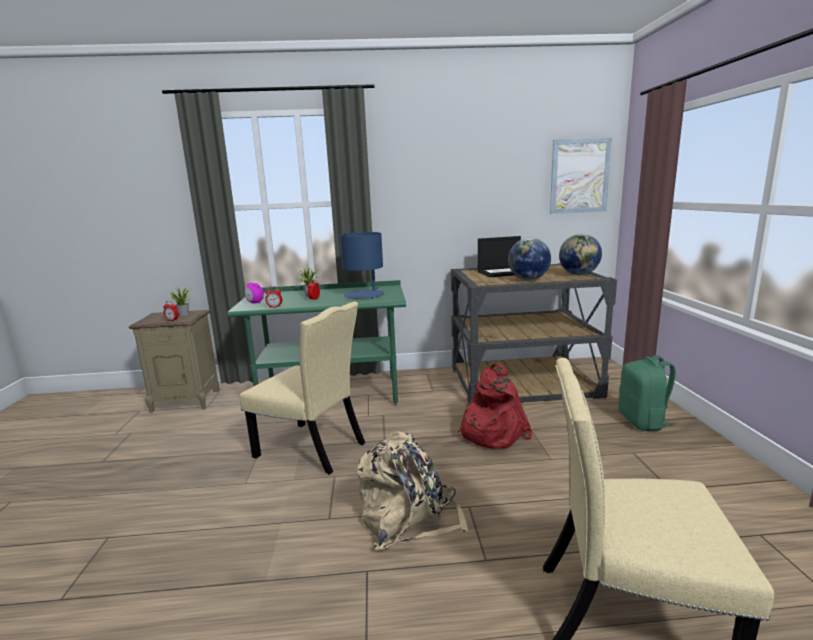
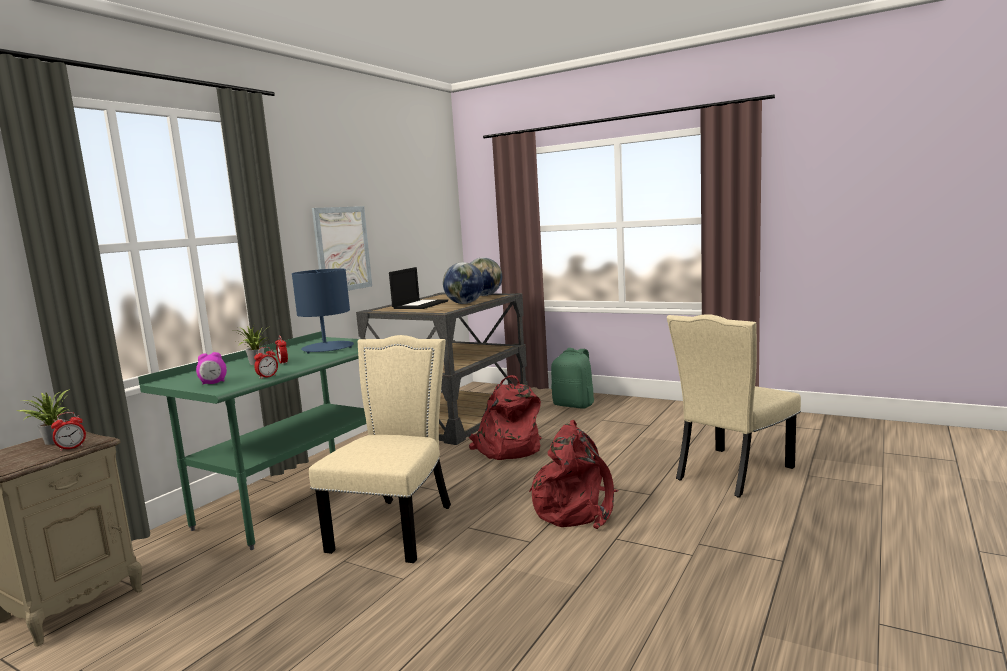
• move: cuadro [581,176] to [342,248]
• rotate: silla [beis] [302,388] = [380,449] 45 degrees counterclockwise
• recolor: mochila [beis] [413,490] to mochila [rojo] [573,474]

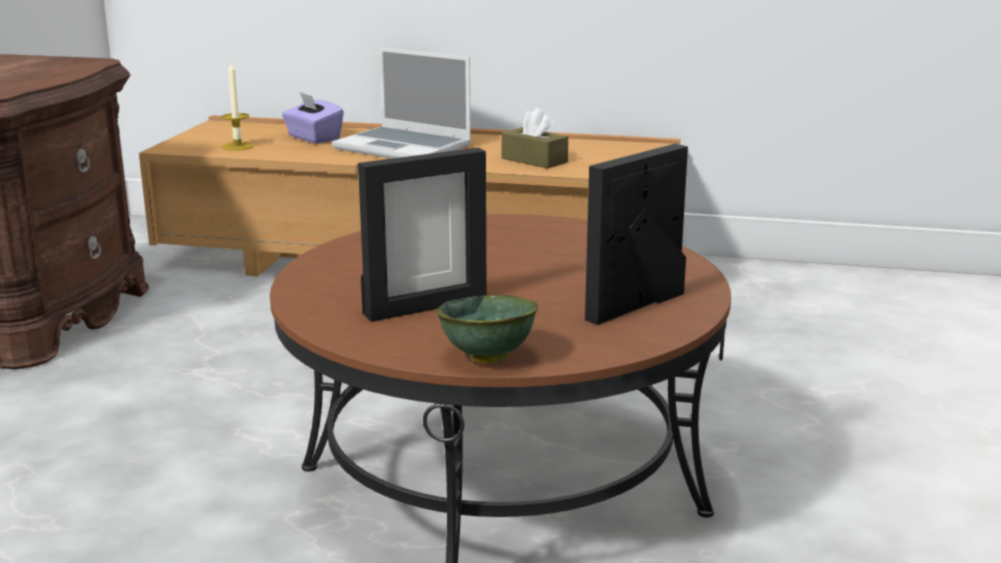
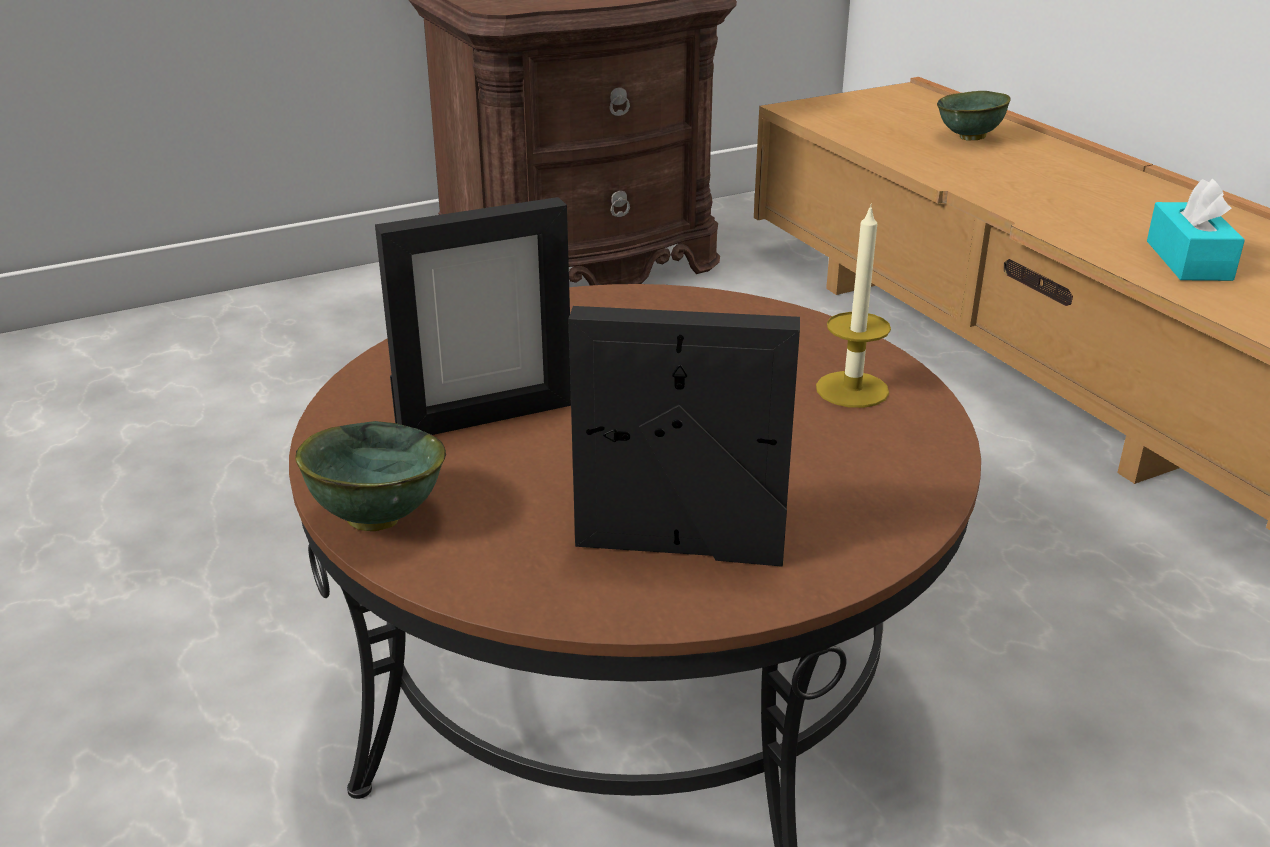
• delete: portátil [402,103]
• move: vela [238,106] to [853,306]
• replace: caja de pañuelos [morado] [313,118] to cuenco [verde] [974,115]
• recolor: caja de pañuelos [marrón] [534,138] to caja de pañuelos [turquesa] [1196,230]
• rotate: portarretratos [422,235] = [473,316] 45 degrees counterclockwise

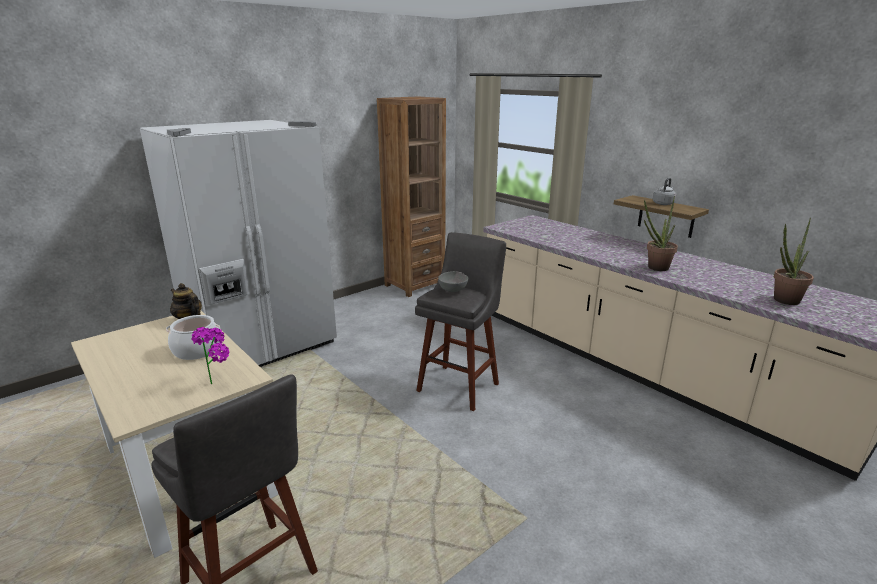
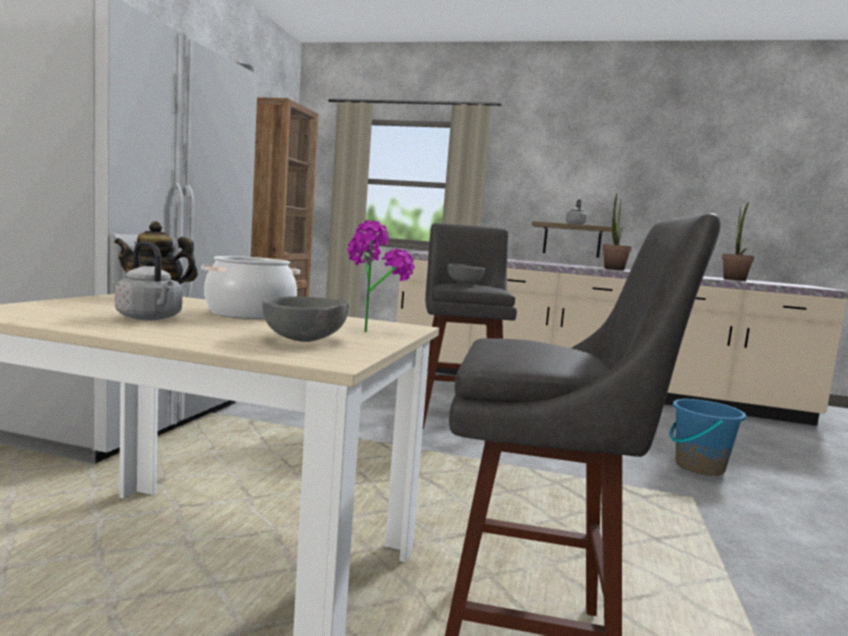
• insert: hervidor [gris] [148,280]
• insert: cuenco [gris] [305,319]
• insert: cubo [azul] [707,437]

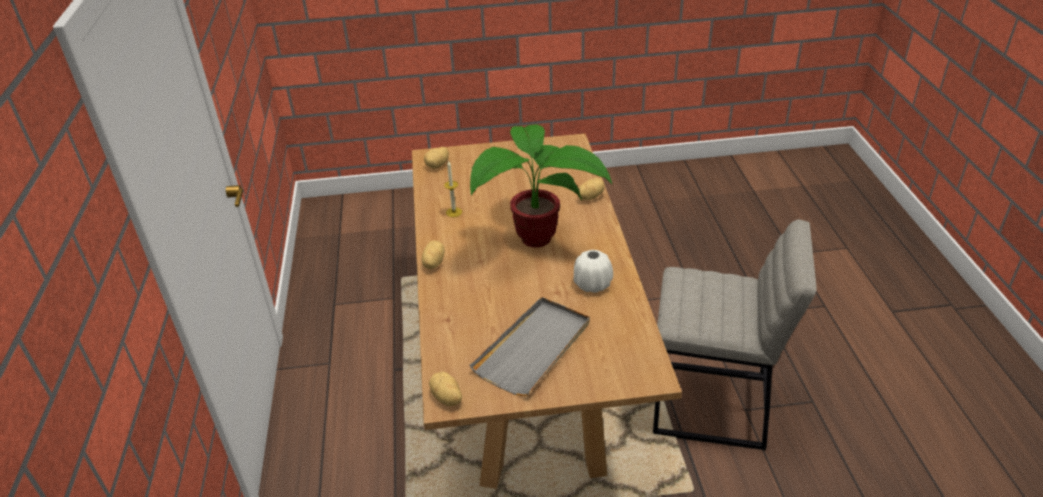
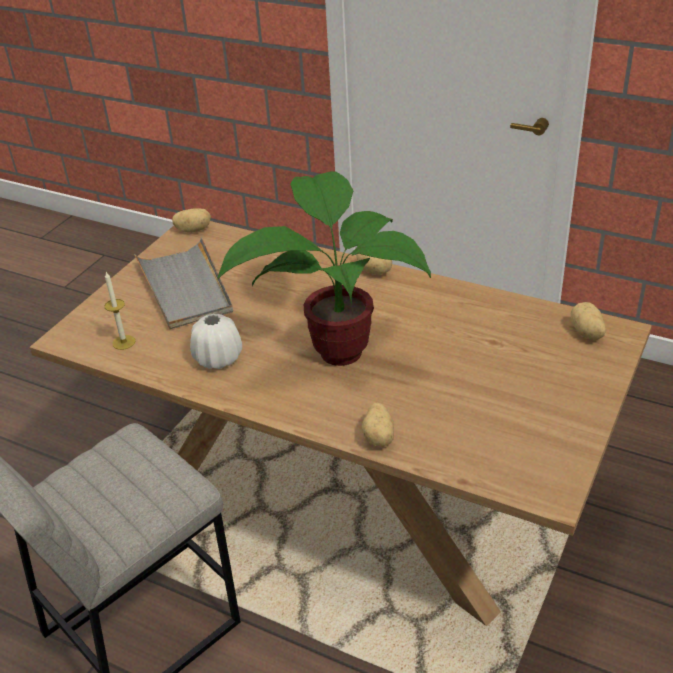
• move: vela [453,189] to [120,311]

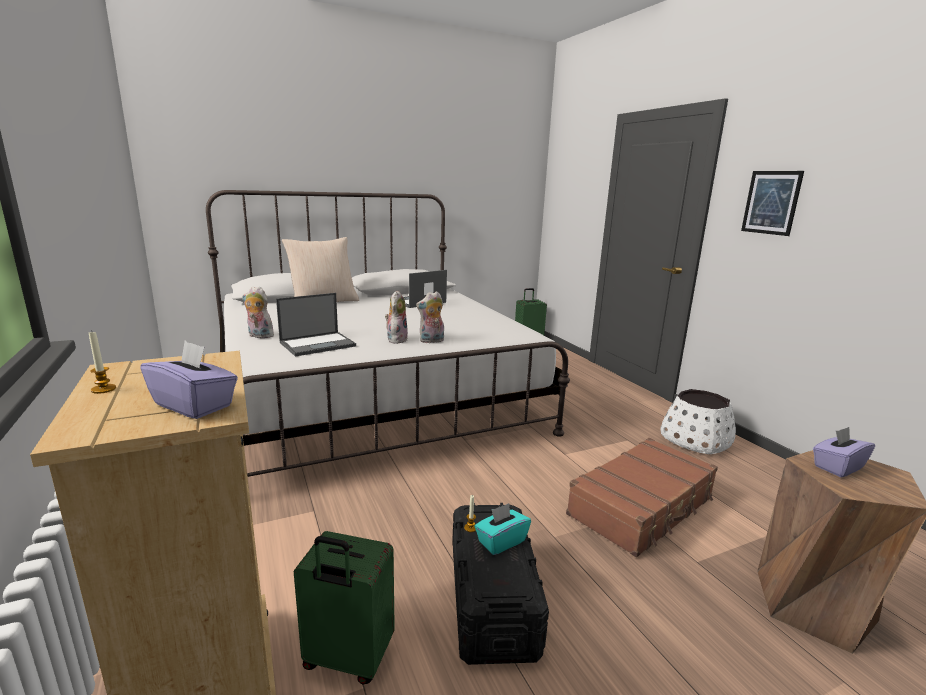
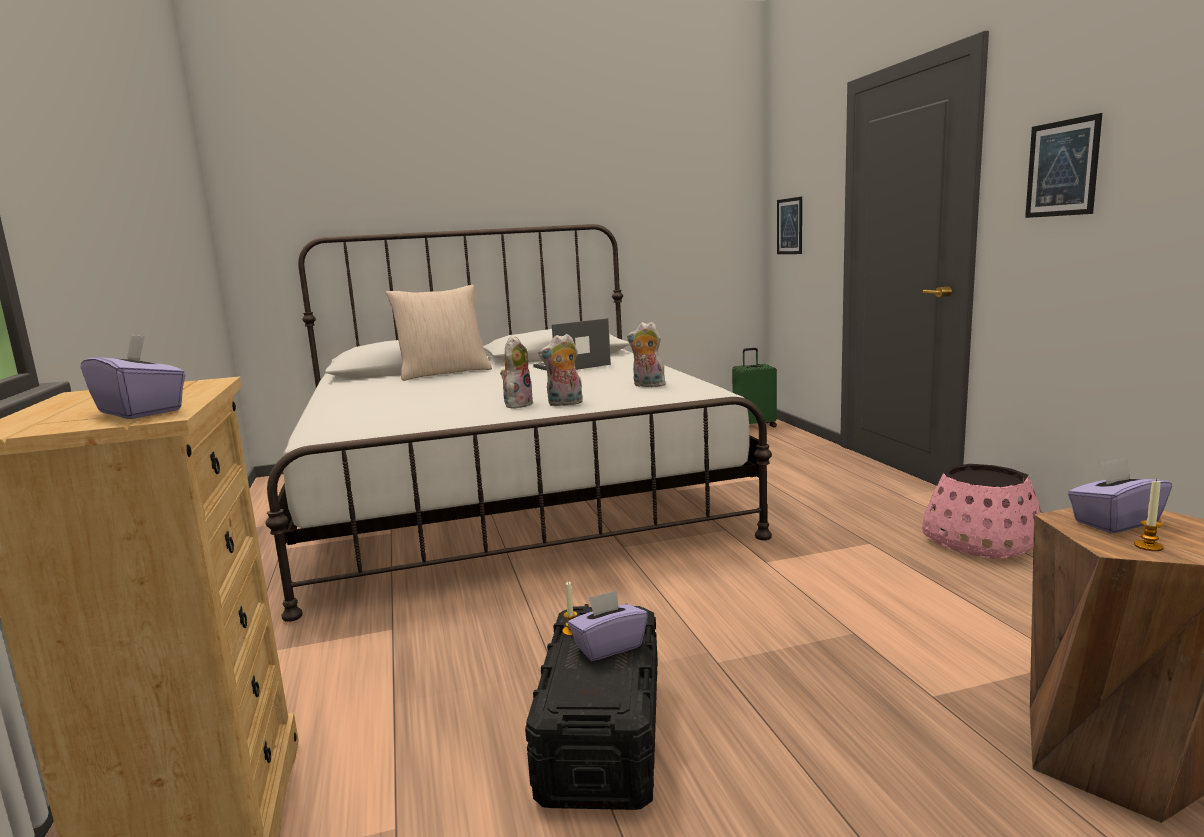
• move: peluche [258,312] to [646,354]
• delete: portátil [316,325]
• move: vela [102,363] to [1149,515]
• recolor: maceta [blanco] [698,421] to maceta [rosa] [982,511]
• delete: maleta [marrón] [642,497]
• recolor: caja de pañuelos [turquesa] [502,529] to caja de pañuelos [morado] [608,625]
• delete: maleta [verde] [344,607]
• insert: cuadro [789,225]

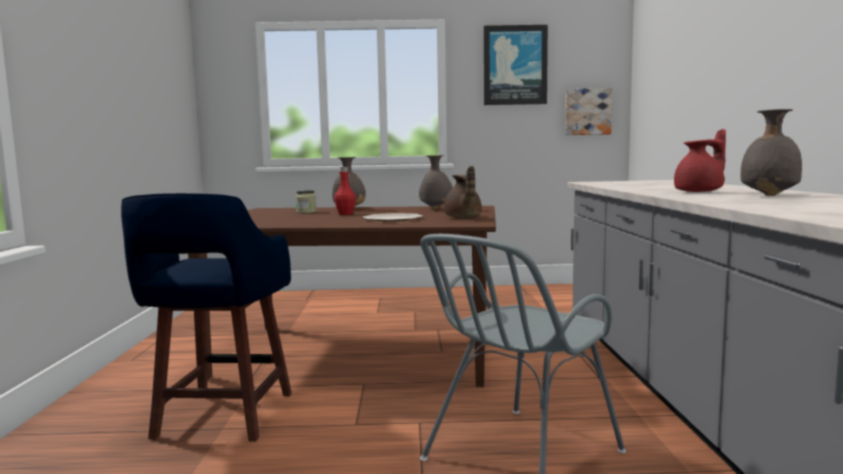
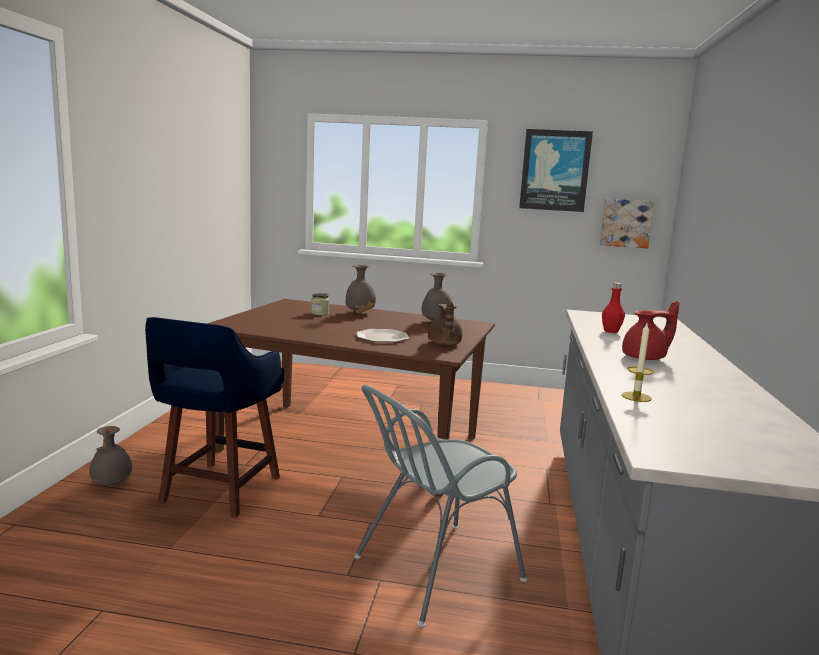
• move: florero [gris] [771,152] to [111,456]
• move: botella [rojo] [345,191] to [613,308]
• insert: vela [637,362]

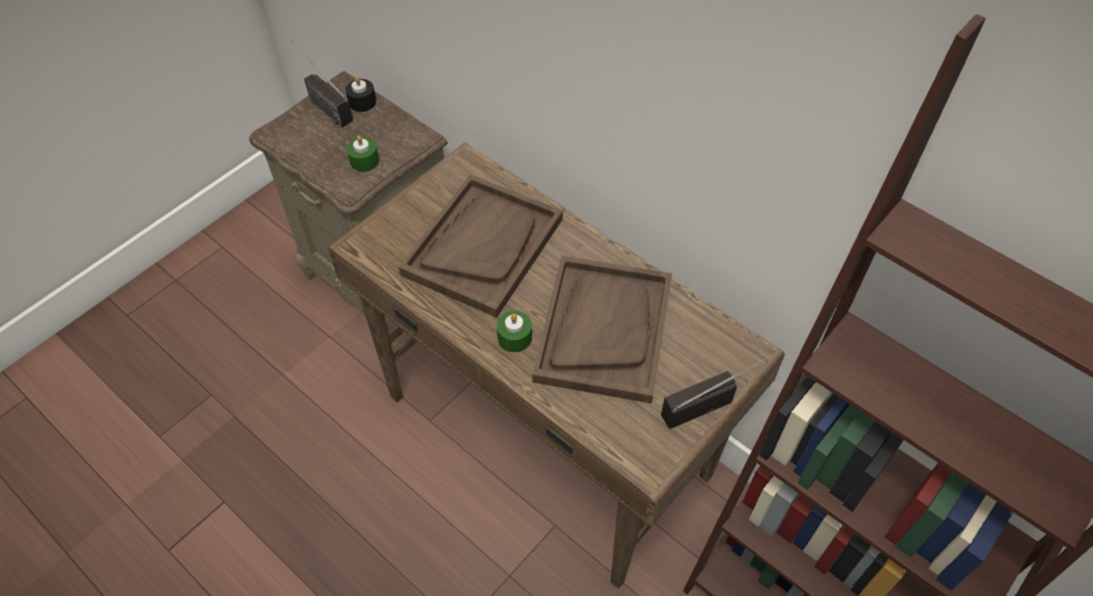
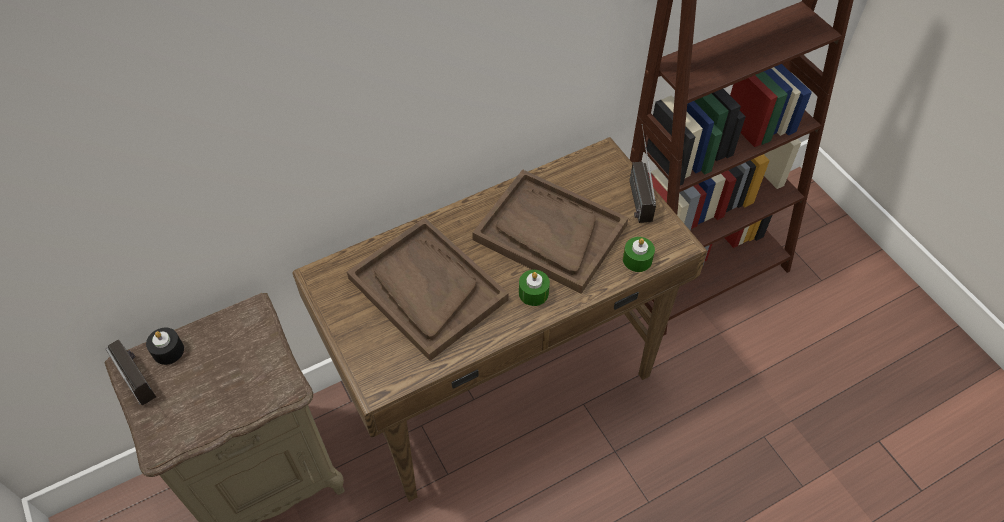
• rotate: radio [322,84] = [130,372] 105 degrees counterclockwise
• move: vela [verde] [363,154] to [639,254]

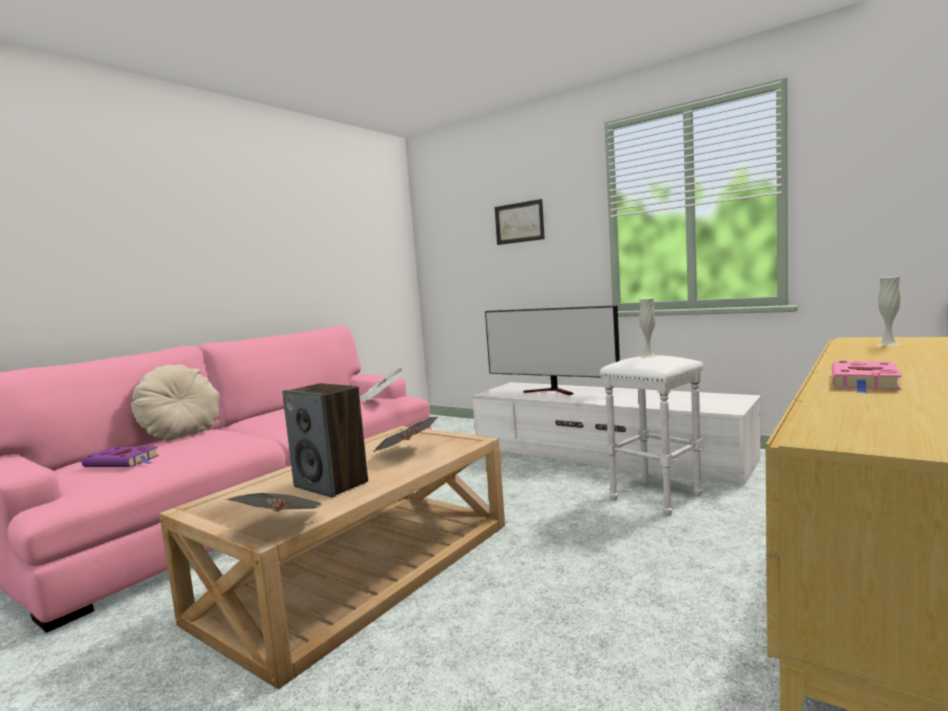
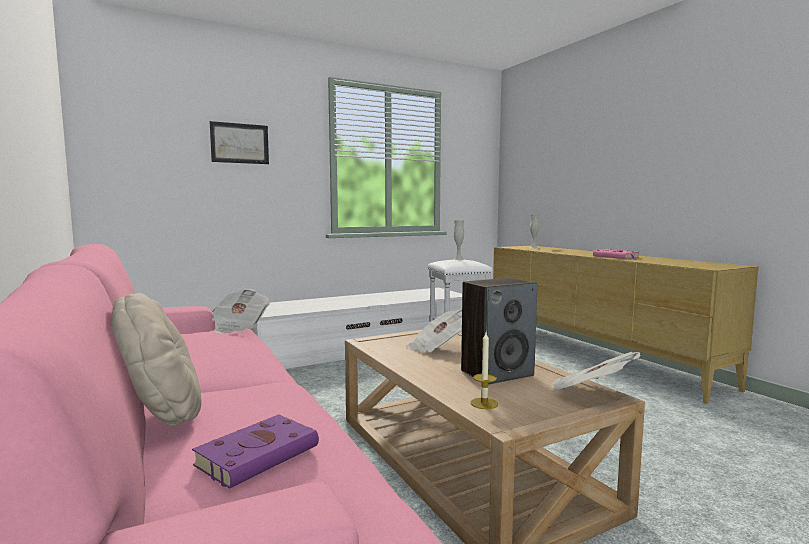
• delete: televisor [552,350]
• insert: vela [484,371]

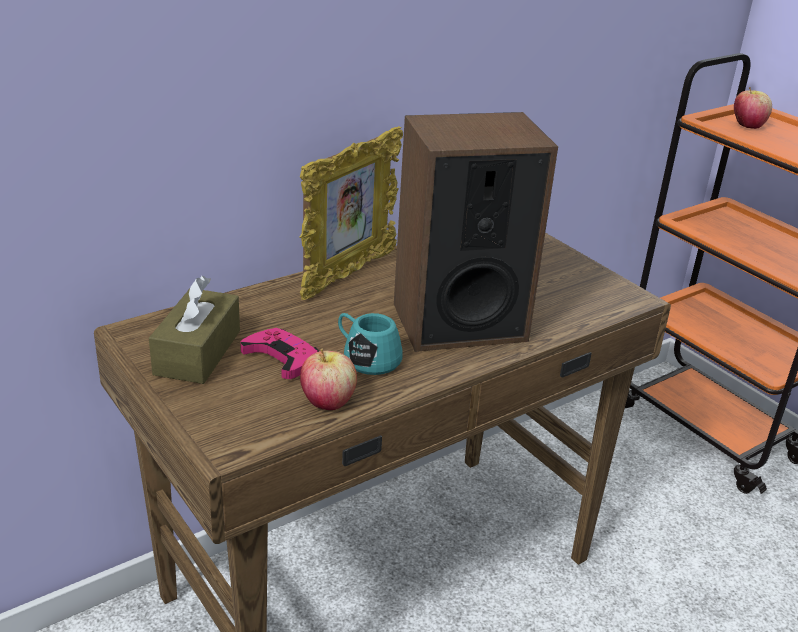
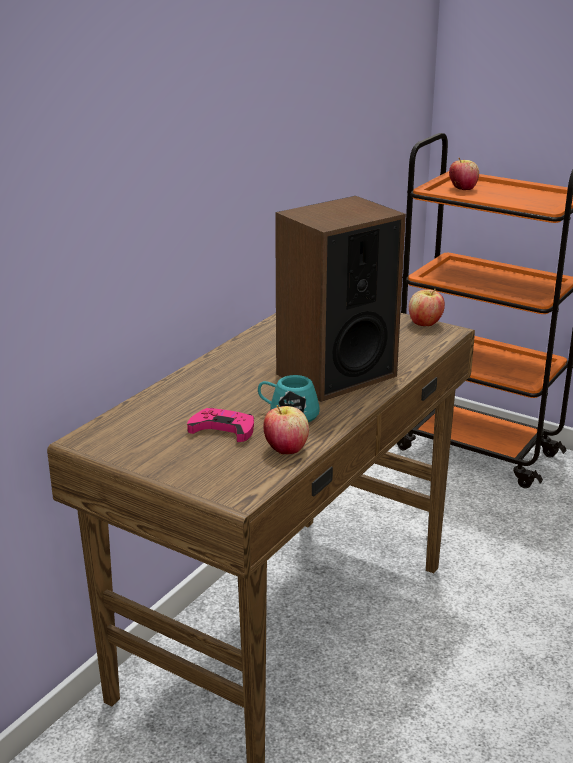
• delete: portarretratos [351,213]
• delete: caja de pañuelos [marrón] [194,330]
• insert: manzana [427,307]

